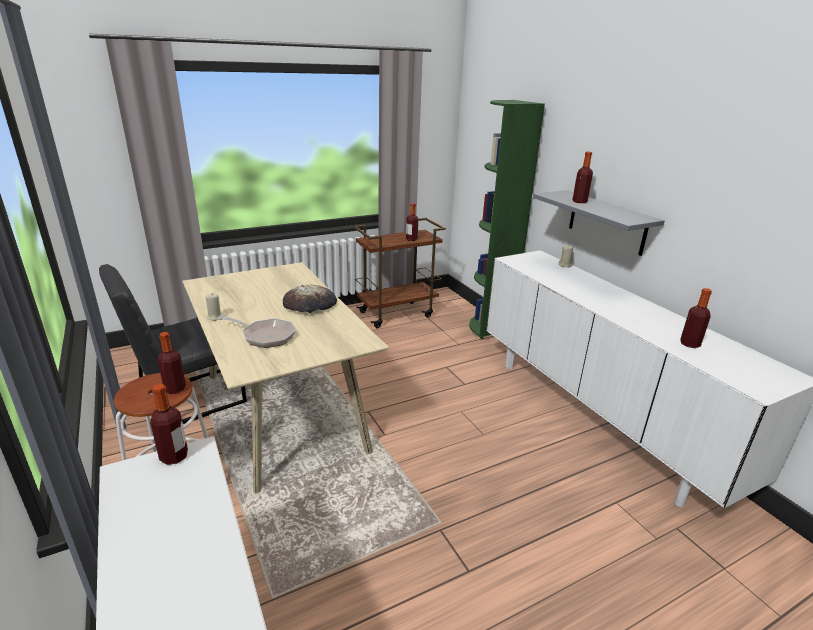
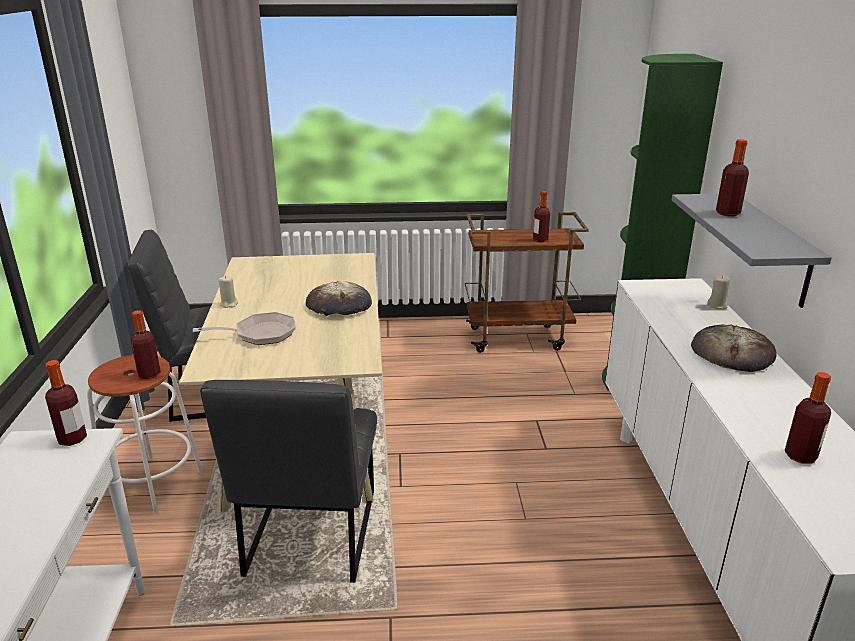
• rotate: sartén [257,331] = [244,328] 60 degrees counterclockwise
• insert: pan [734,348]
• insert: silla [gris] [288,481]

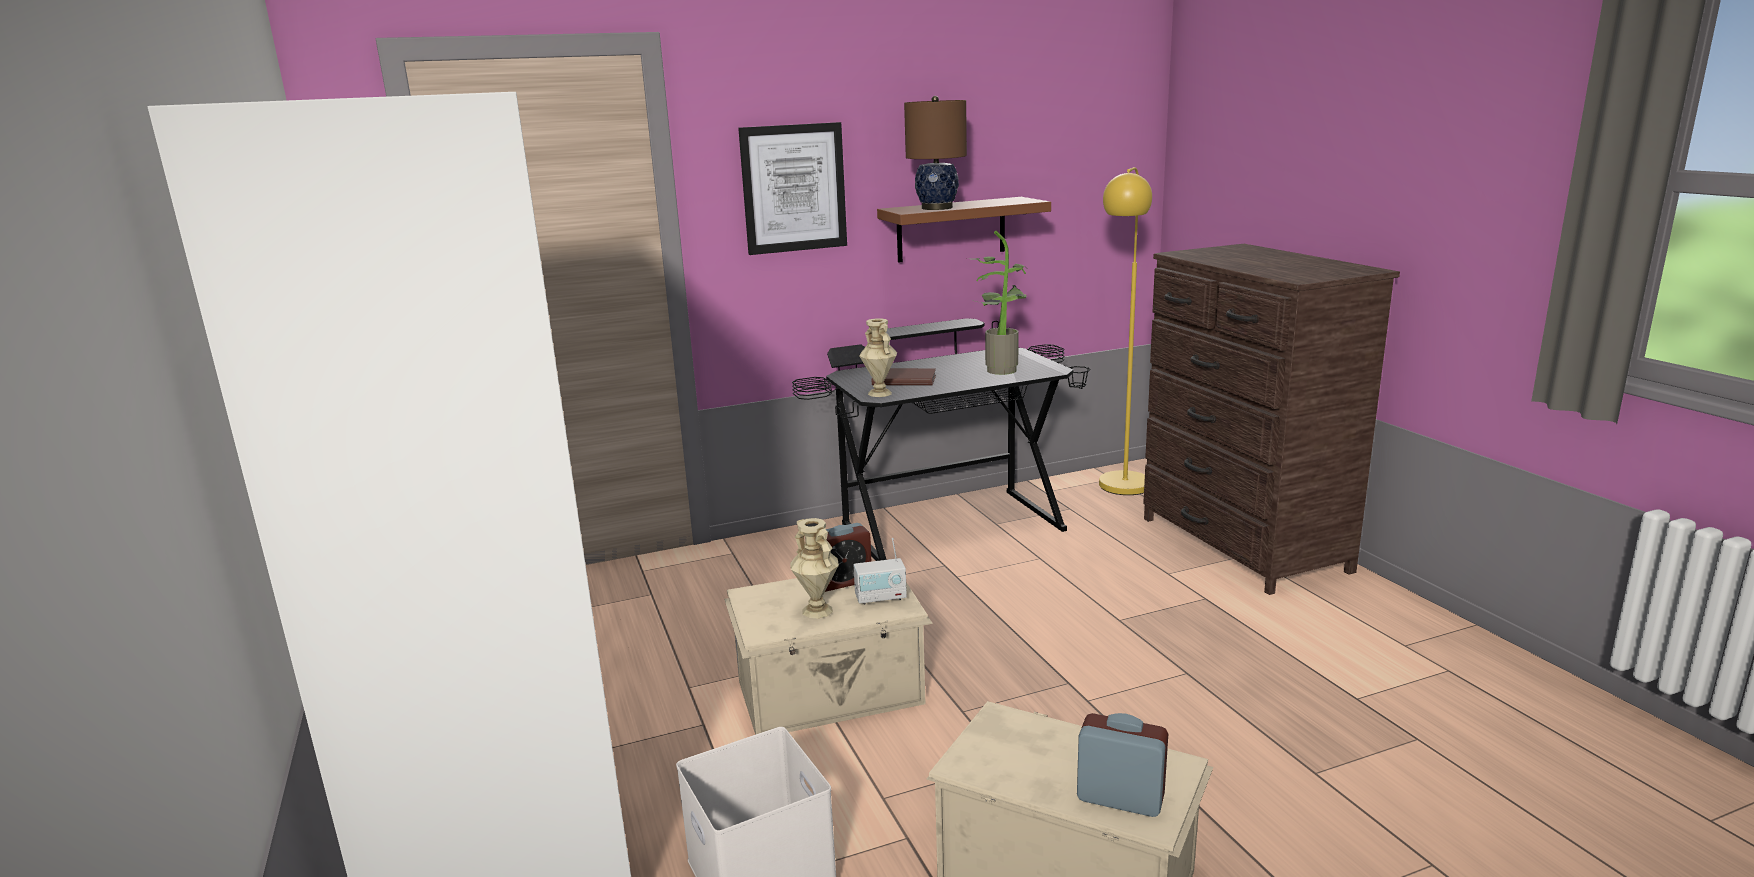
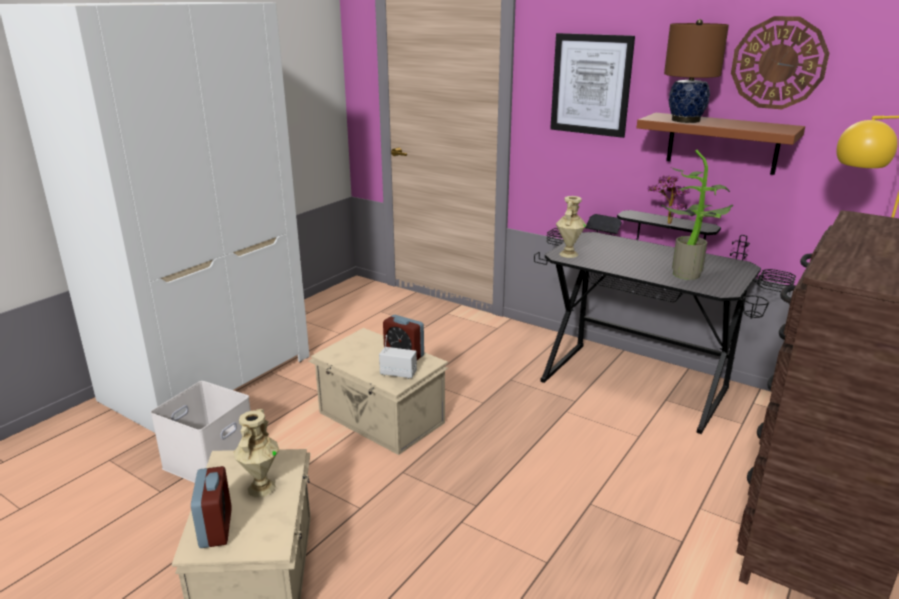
• delete: libro [marrón] [904,377]
• move: florero [beis] [814,568] to [256,453]
• rotate: radio [880,571] = [398,357] 150 degrees clockwise
• insert: reloj de pared [780,62]
• insert: planta en maceta [669,200]

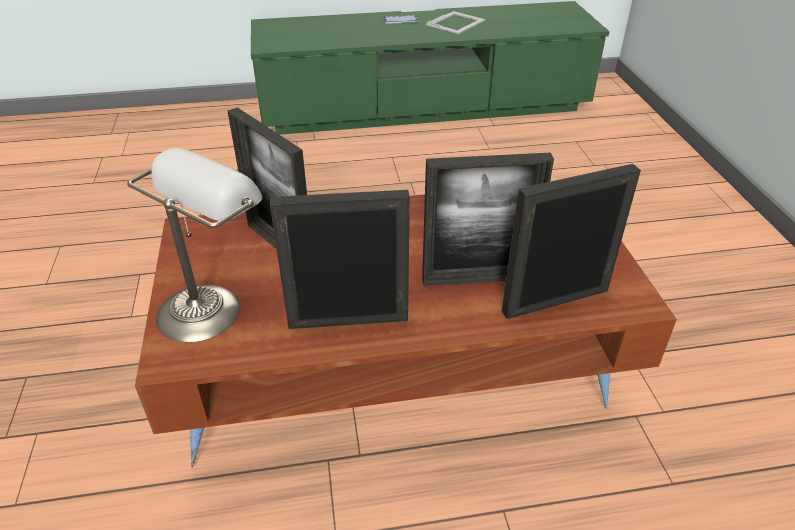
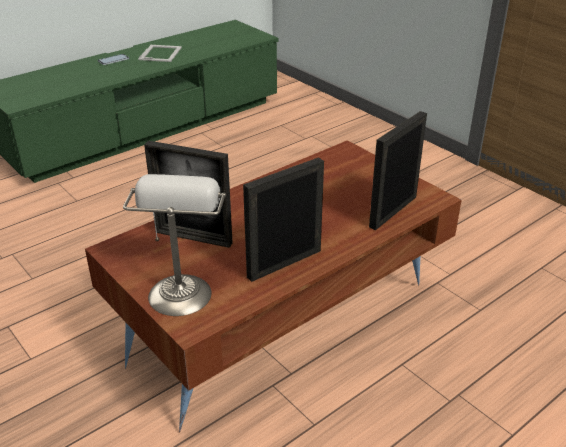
• delete: portarretratos [488,219]

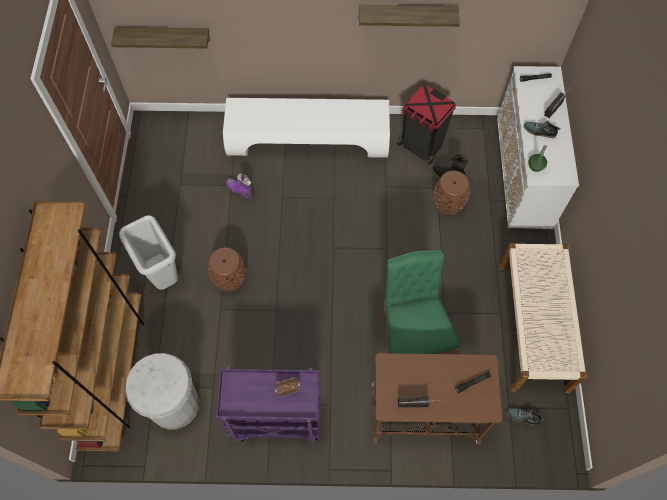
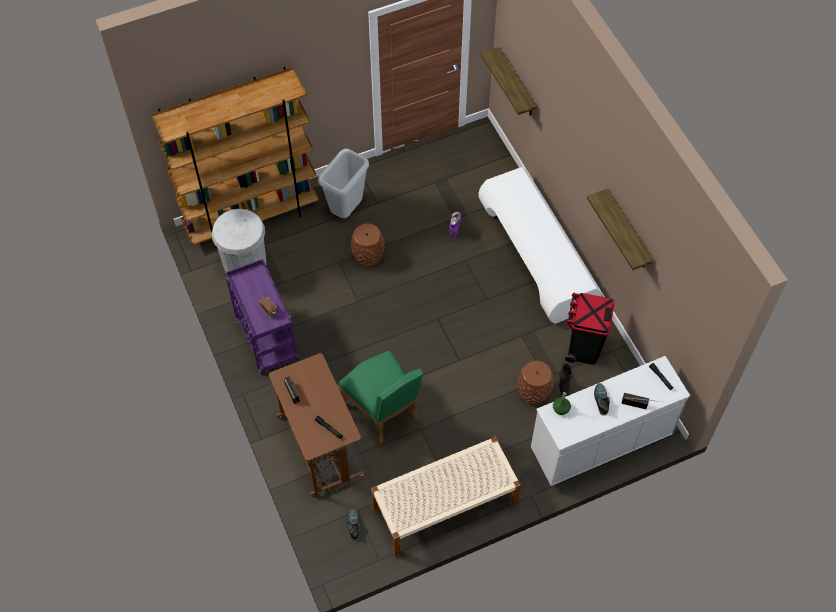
• rotate: silla [verde] [420,302] = [380,397] 90 degrees clockwise

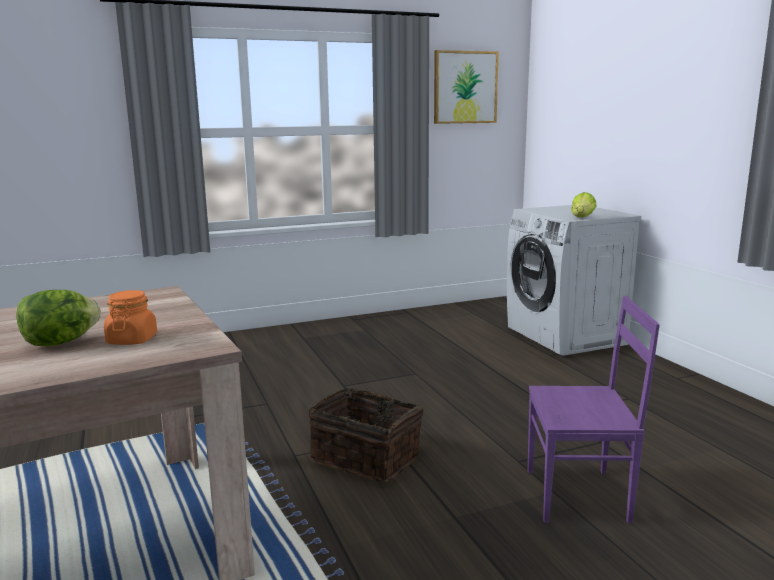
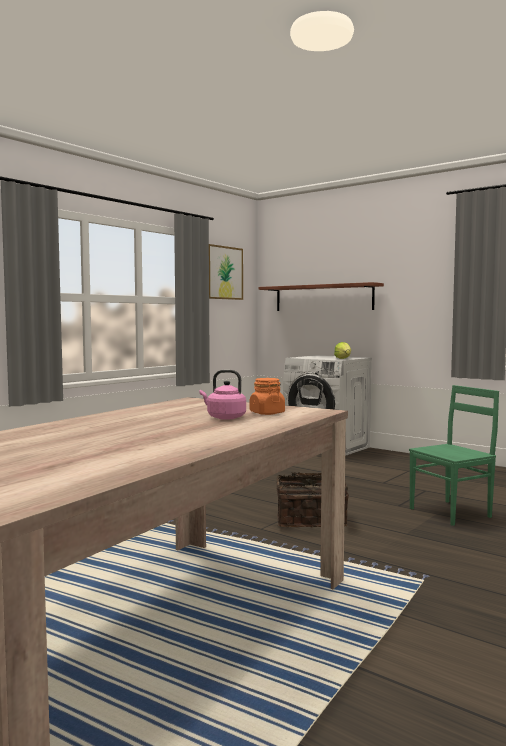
• replace: lechuga [58,318] to hervidor [rosa] [223,395]
• recolor: silla [morado] [594,410] to silla [verde] [454,455]
• insert: estante [321,296]

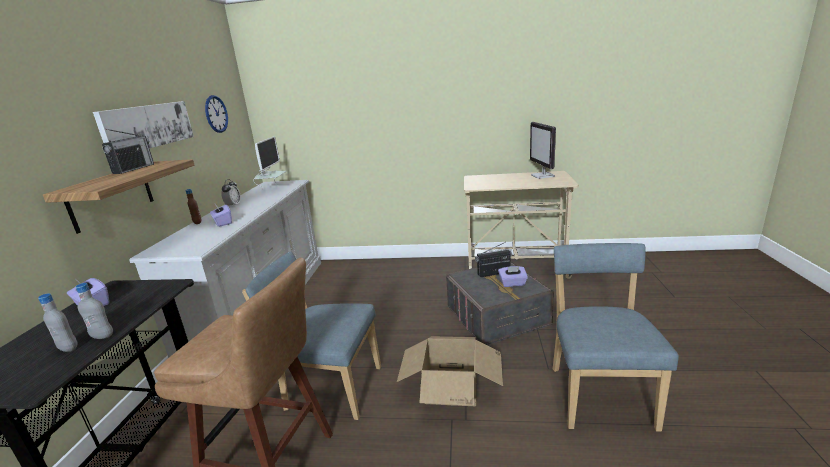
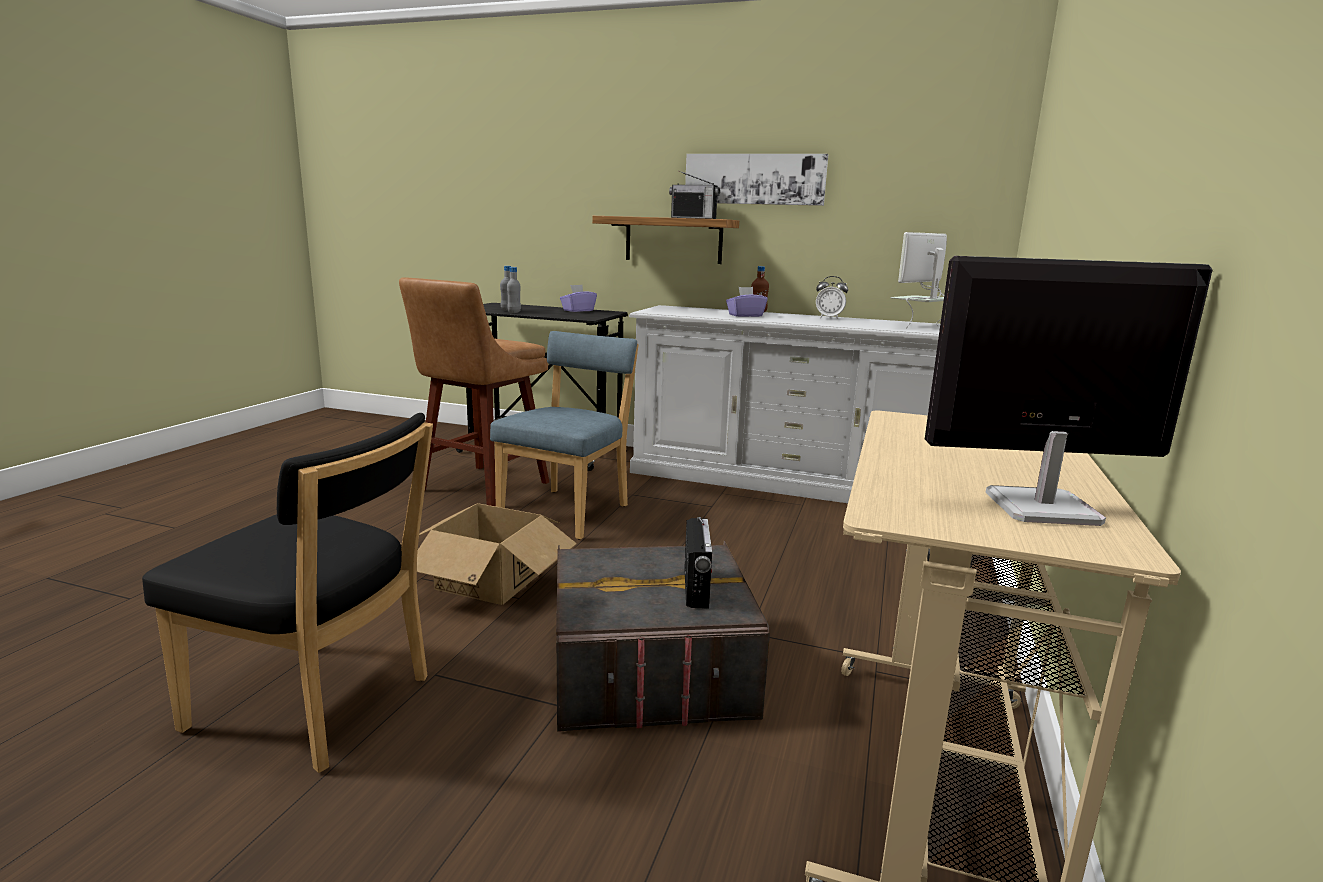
• delete: reloj de pared [216,114]
• rotate: monitor [269,163] = [918,280] 120 degrees clockwise
• recolor: silla [azul] [616,337] to silla [negro] [287,593]
• delete: caja de pañuelos [morado] [513,276]

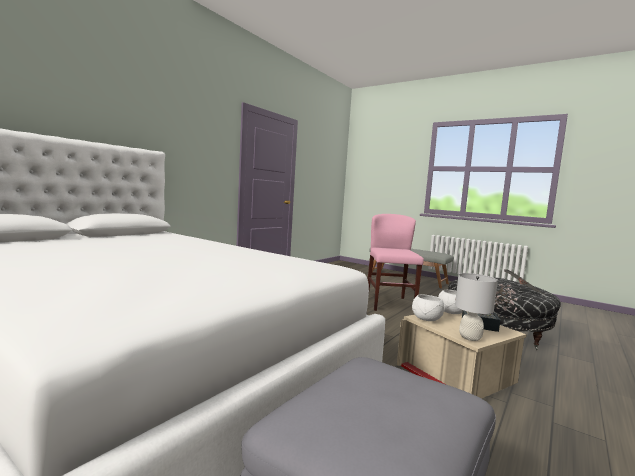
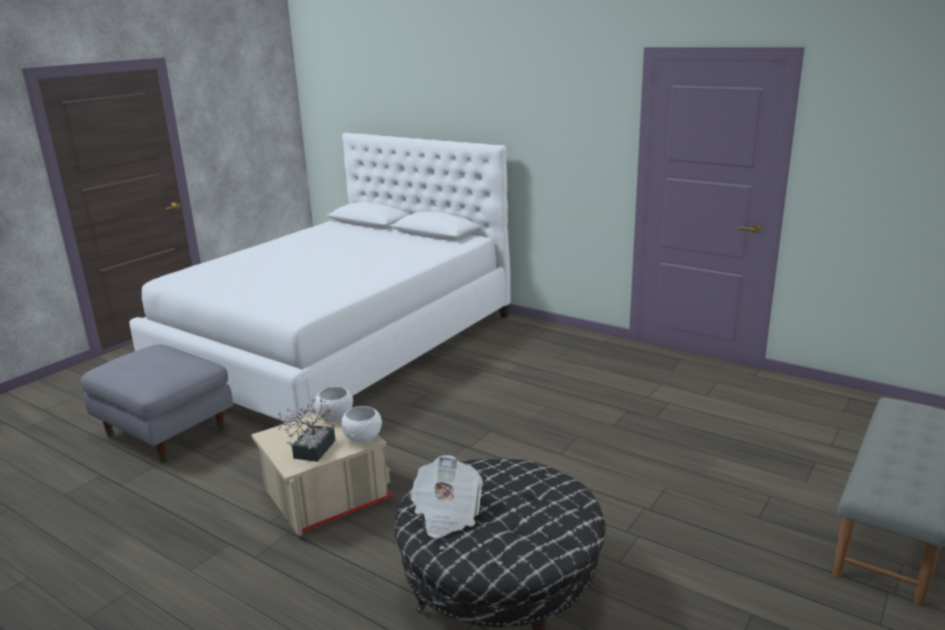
• delete: silla [rosa] [396,262]
• delete: lámpara de mesa [gris] [476,307]

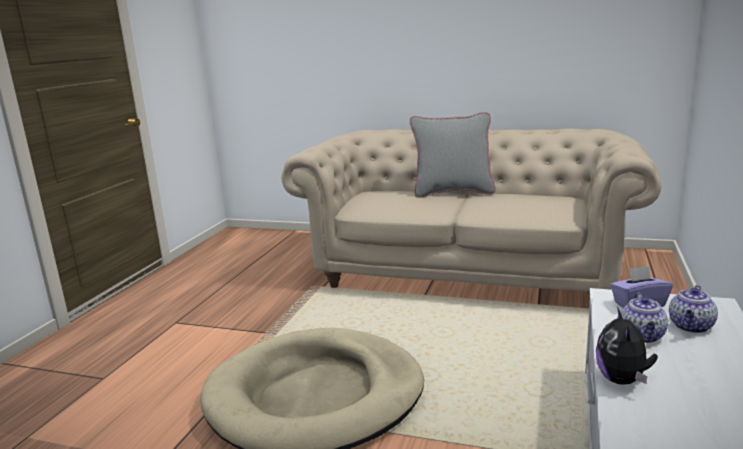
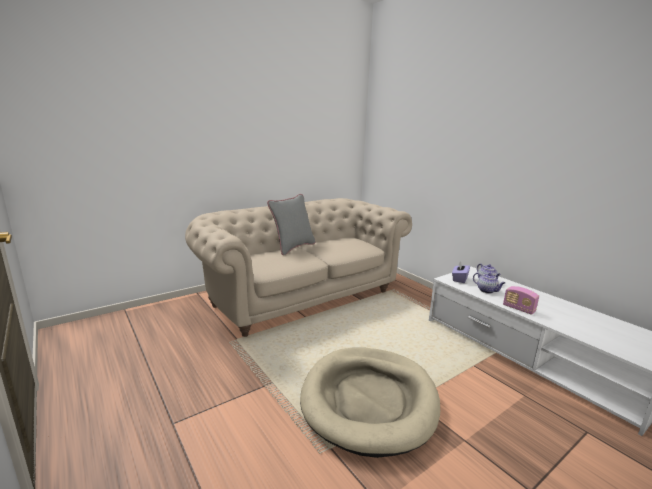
• replace: peluche [627,346] to radio [521,300]

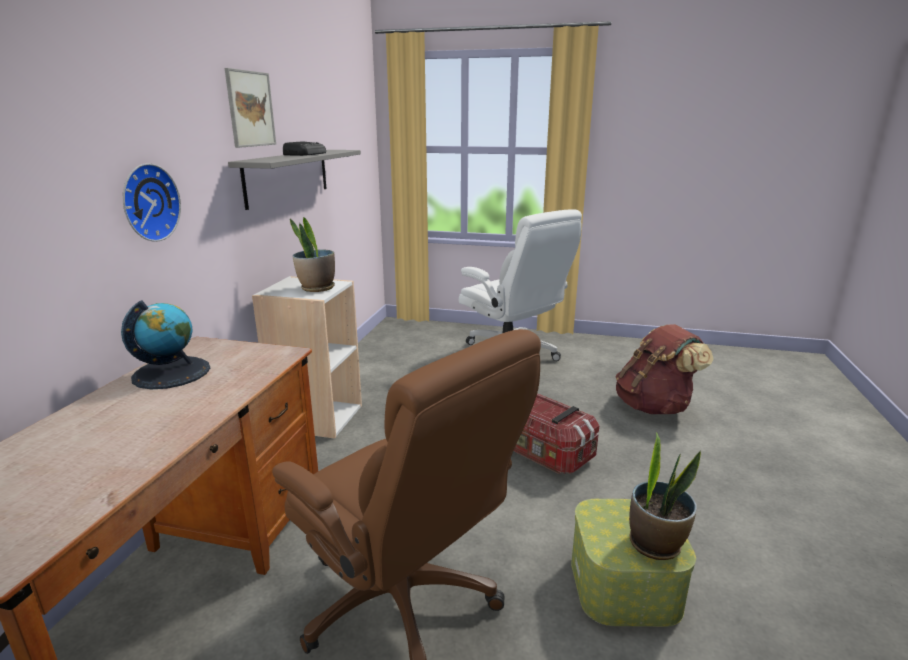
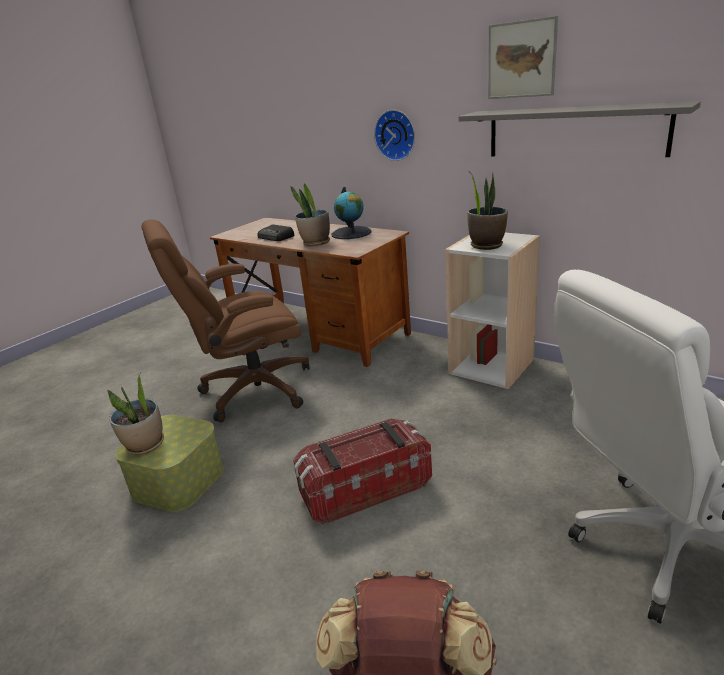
• move: radio [304,148] to [276,233]
• insert: planta en maceta [310,214]

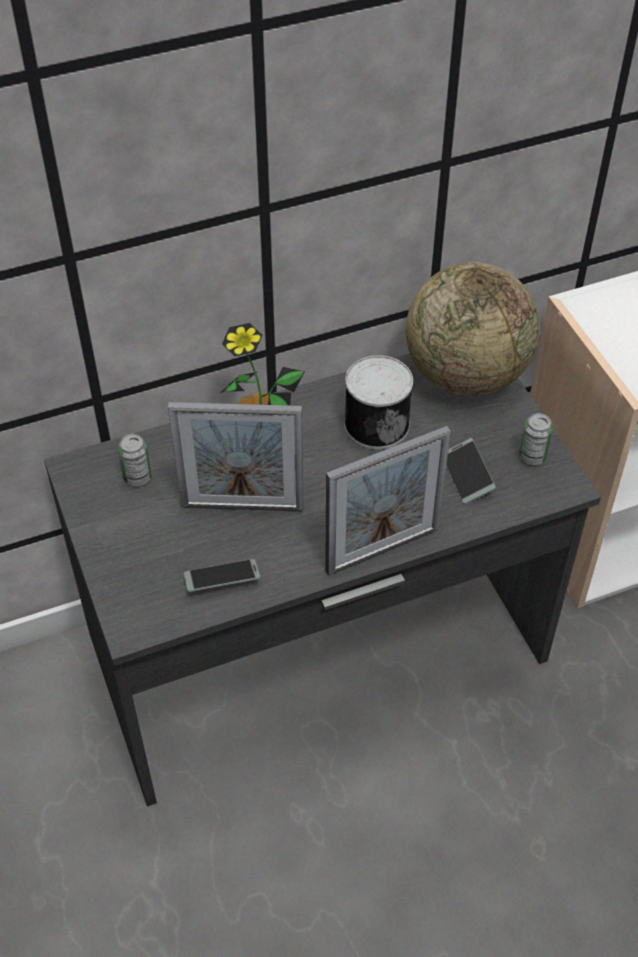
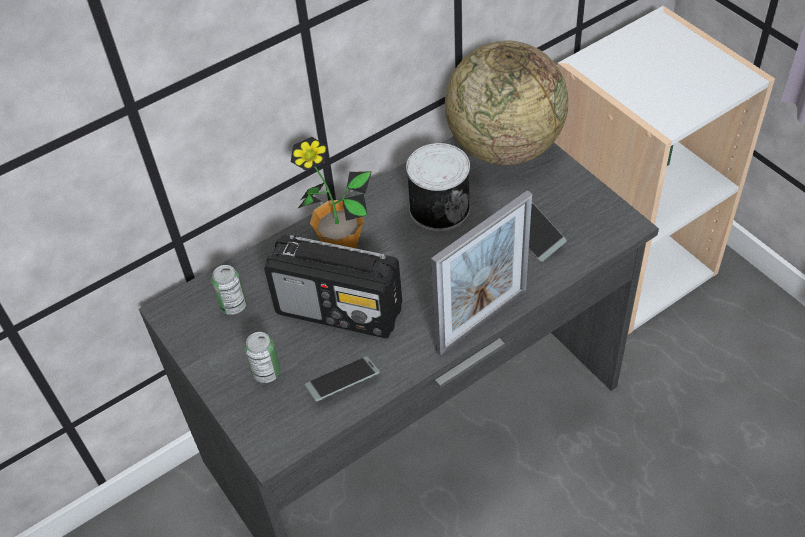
• replace: portarretratos [235,457] to radio [333,286]
• move: lata [536,439] to [263,357]

